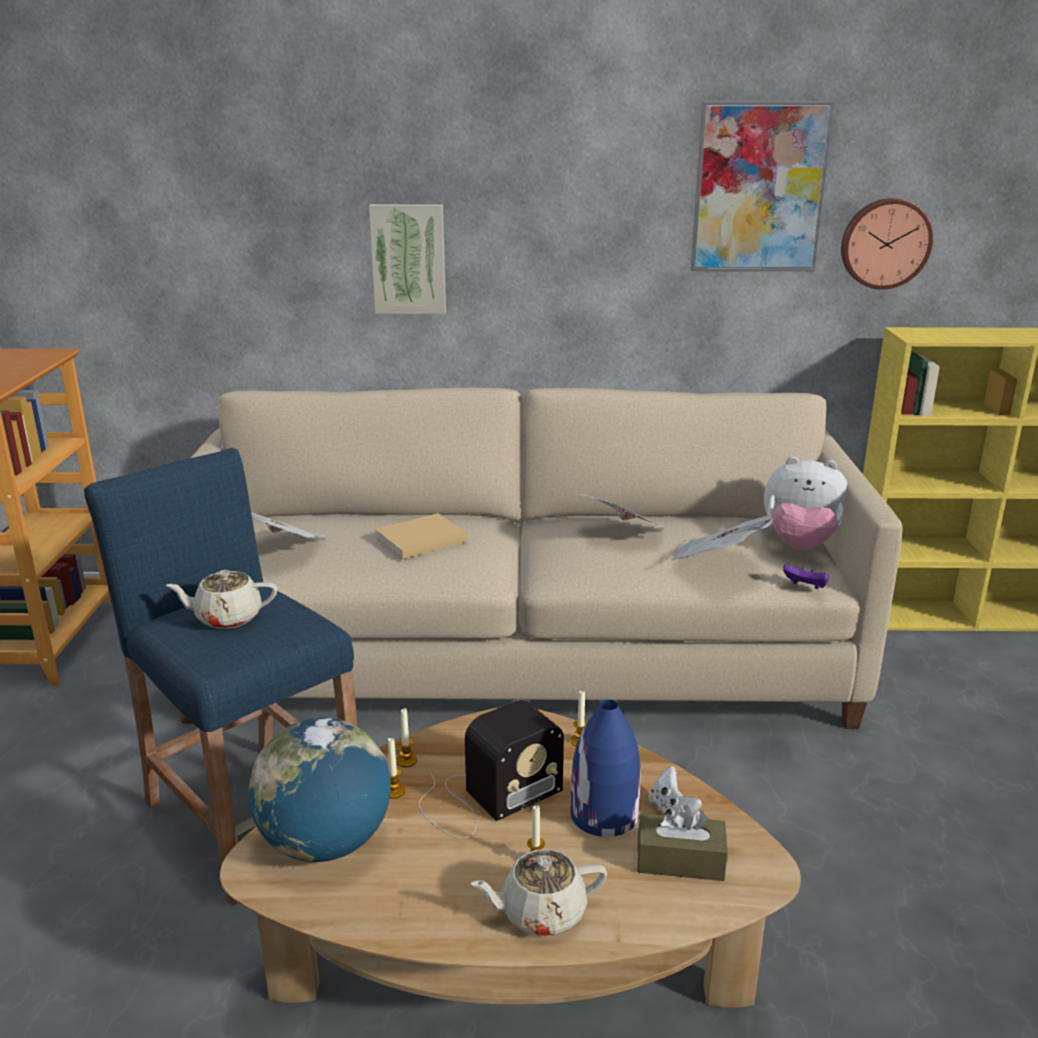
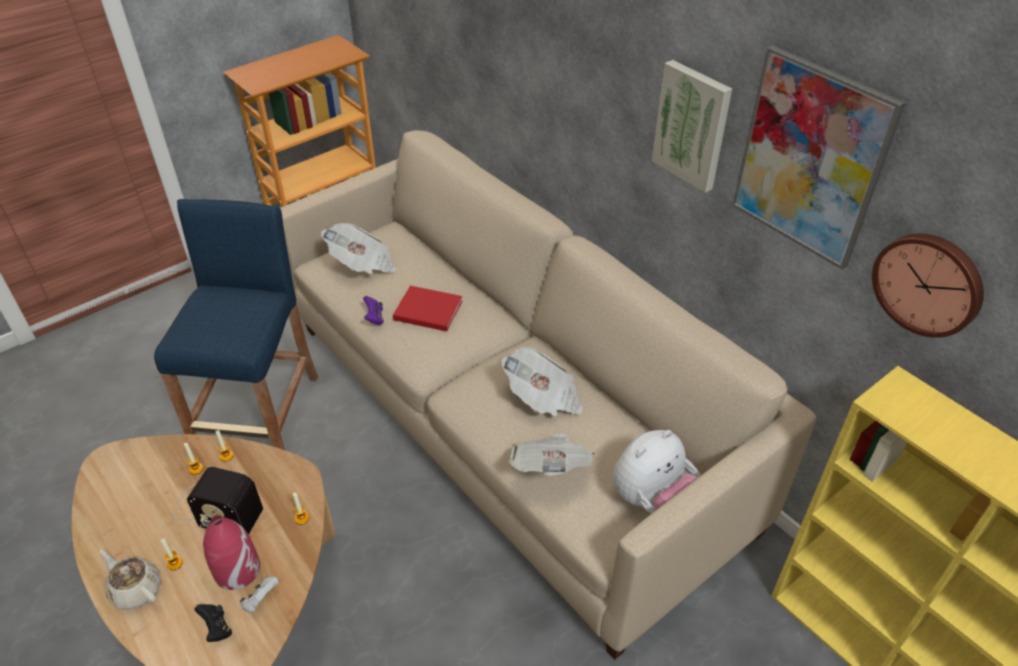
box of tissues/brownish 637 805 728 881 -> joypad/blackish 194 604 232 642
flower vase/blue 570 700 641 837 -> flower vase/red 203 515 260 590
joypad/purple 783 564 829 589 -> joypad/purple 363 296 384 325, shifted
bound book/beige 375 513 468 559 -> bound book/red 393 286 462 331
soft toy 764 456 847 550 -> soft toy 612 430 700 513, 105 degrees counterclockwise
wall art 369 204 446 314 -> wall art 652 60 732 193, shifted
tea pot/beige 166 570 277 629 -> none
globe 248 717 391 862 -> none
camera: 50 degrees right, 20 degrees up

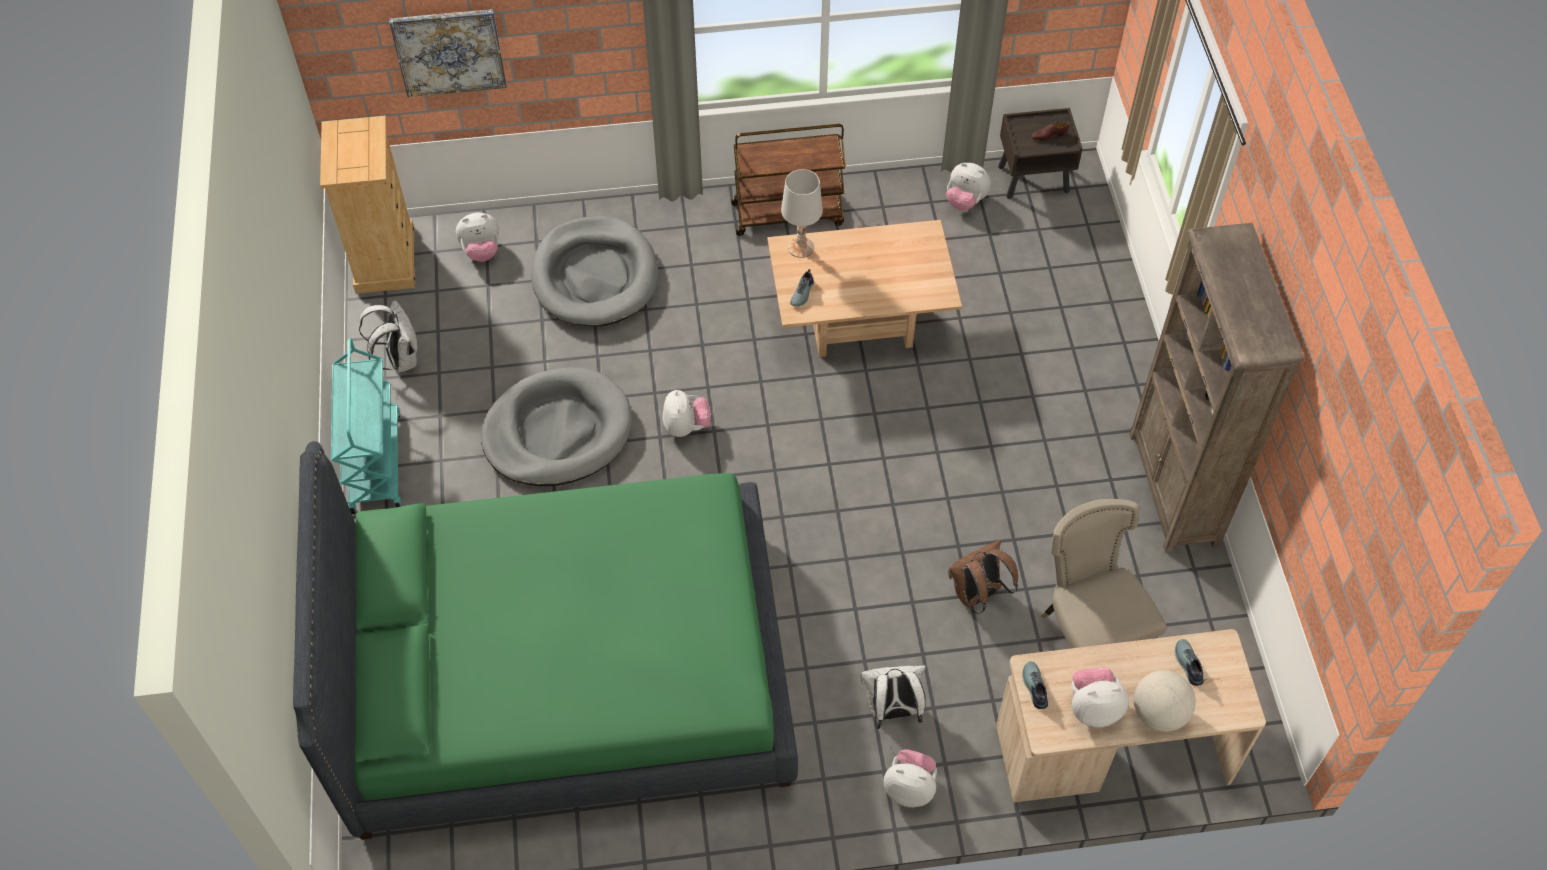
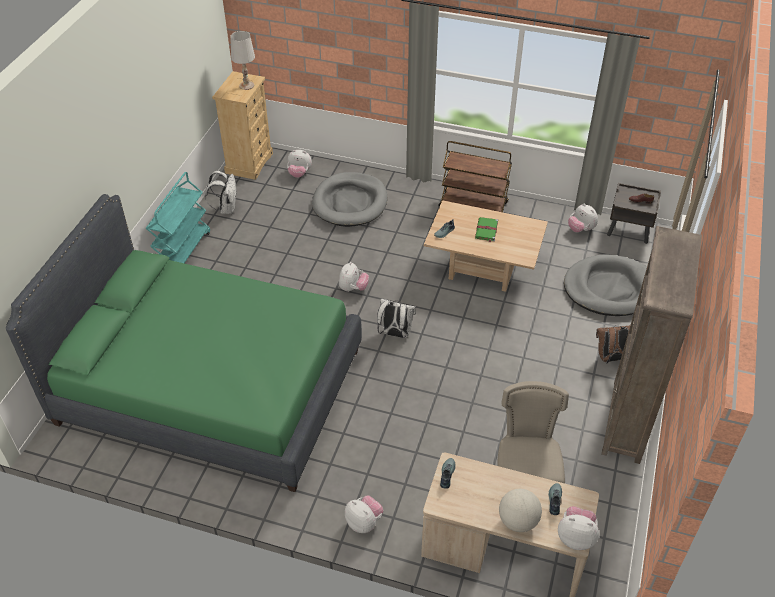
tabletop lamp/white-coloured 781 169 823 258 -> tabletop lamp/white-coloured 230 31 255 90, shifted
backpack/white-coloured 861 665 926 729 -> backpack/white-coloured 377 299 416 338, shifted
none -> bound book/greenish 475 217 498 243
soft toy 1072 667 1129 727 -> soft toy 558 506 599 550, shifted
dog cushion/grey 481 367 632 486 -> dog cushion/grey 564 255 647 316, shifted
backpack/brownish 949 540 1018 614 -> backpack/brownish 596 325 630 363, shifted
wall art 389 9 507 97 -> none
camera: 25 degrees right, 10 degrees down

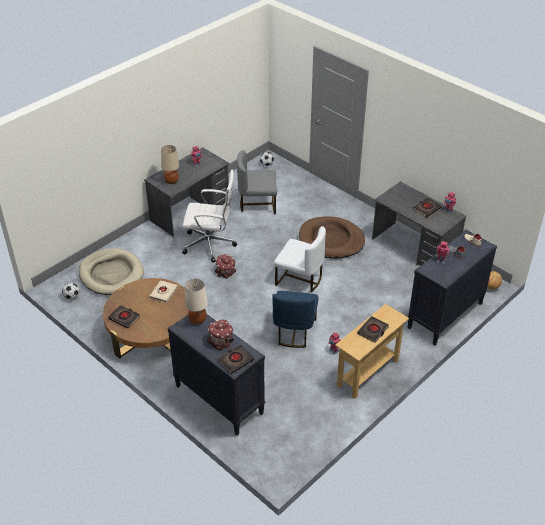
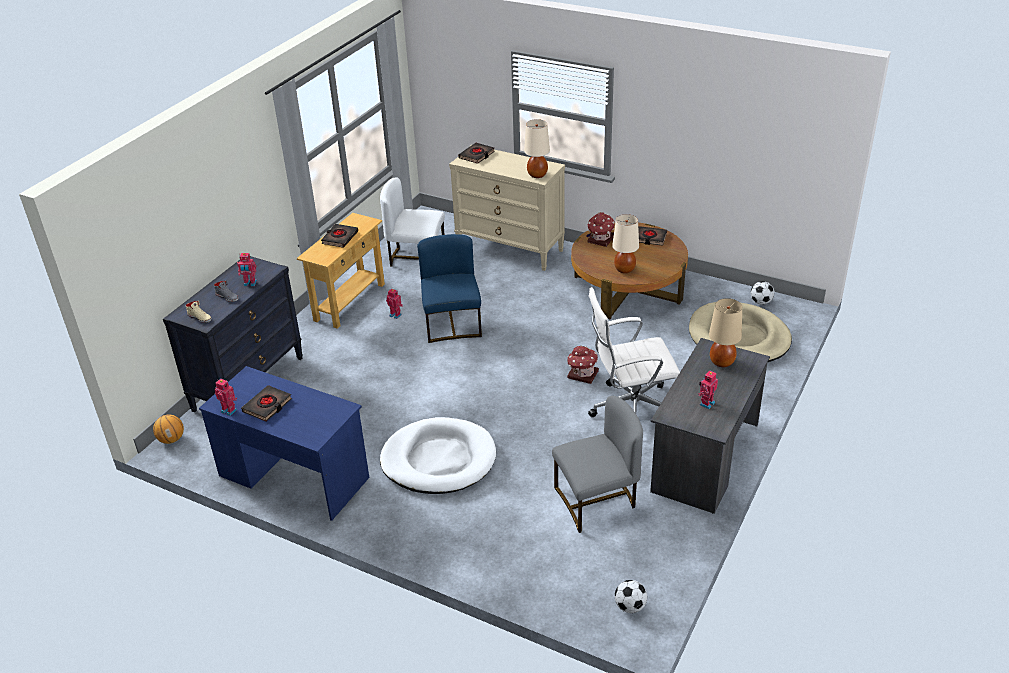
desk table/grey 372 182 466 266 -> desk table/blue 199 366 369 521
plain chair/white-coloured 274 226 326 292 -> plain chair/white-coloured 380 177 445 267, shifted
dog cushion/brownish 299 216 365 259 -> dog cushion/white-coloured 380 417 496 494
chest of drawers/blackish 168 314 265 436 -> chest of drawers/beige 449 146 565 271
miniature house 207 319 234 351 -> miniature house 587 212 615 247, shifted
bound book/beige 150 280 178 303 -> tabletop lamp/beige 612 214 639 273
camera: 165 degrees right, 5 degrees down

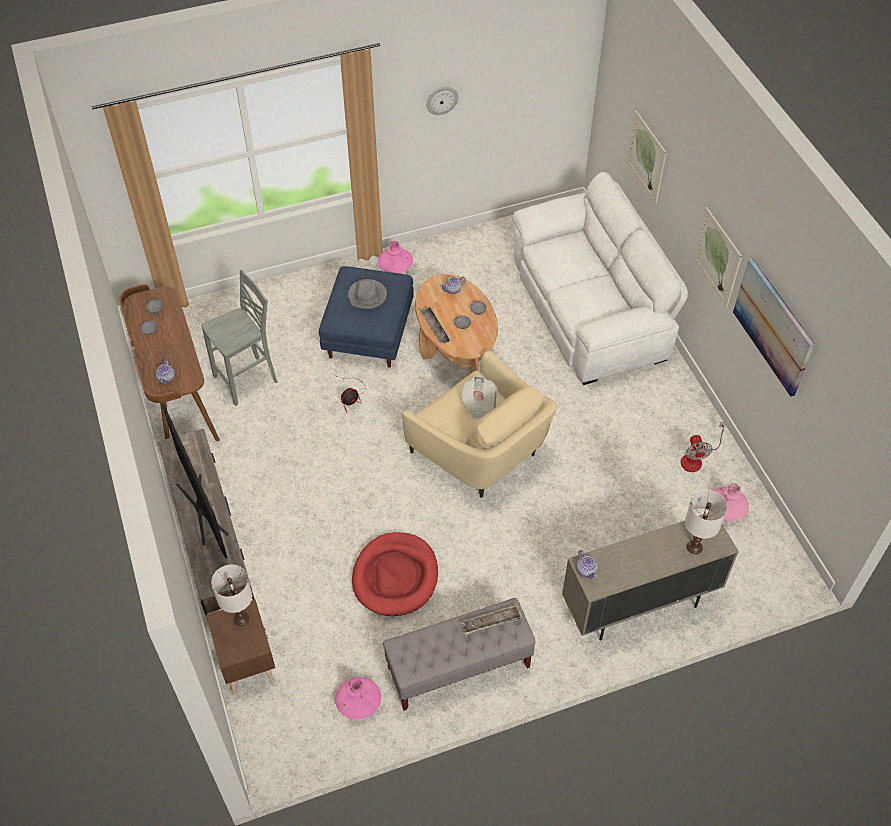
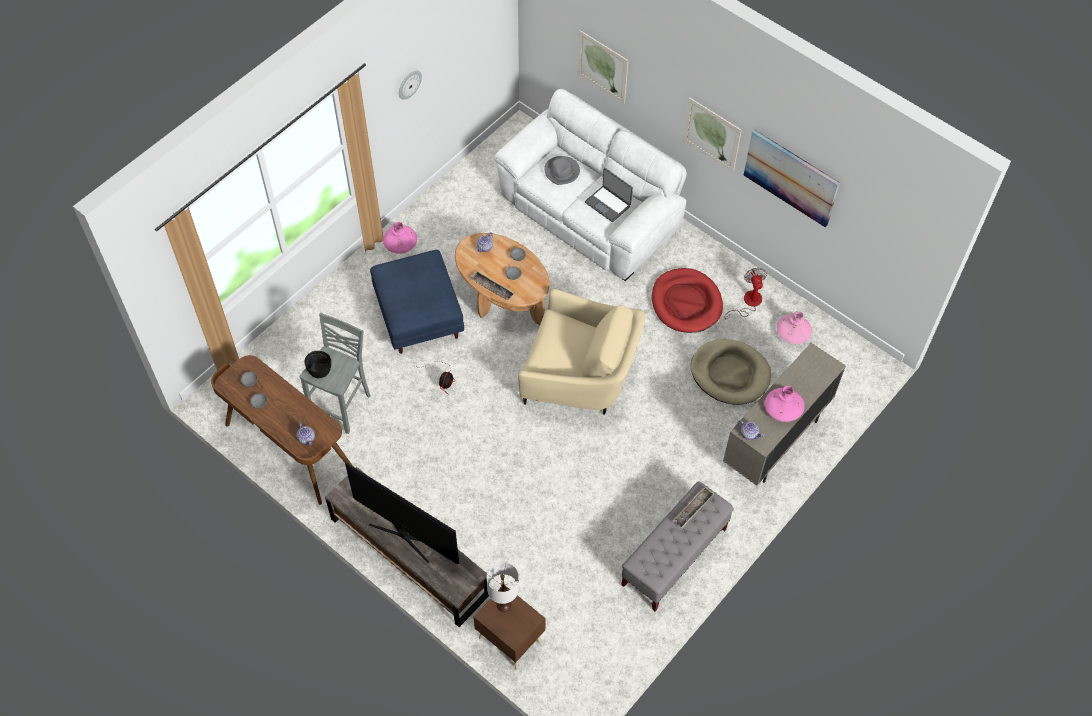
none -> bowl/blackish 304 351 331 378
clothing hat/grey 348 279 387 309 -> clothing hat/grey 544 156 580 185, shifted
none -> portable computer 585 168 633 222
dog cushion/red 352 532 438 616 -> dog cushion/red 652 268 723 333, shifted
none -> dog cushion/beige 691 339 771 405
cooling fan 681 422 726 472 -> cooling fan 724 268 767 319, 150 degrees counterclockwise
flower vase/pink 335 677 381 720 -> flower vase/pink 765 386 805 422, shifted
printed paper 461 375 498 420 -> none
tabletop lamp/white-coloured 685 490 727 554 -> none
camera: 30 degrees left, 5 degrees up

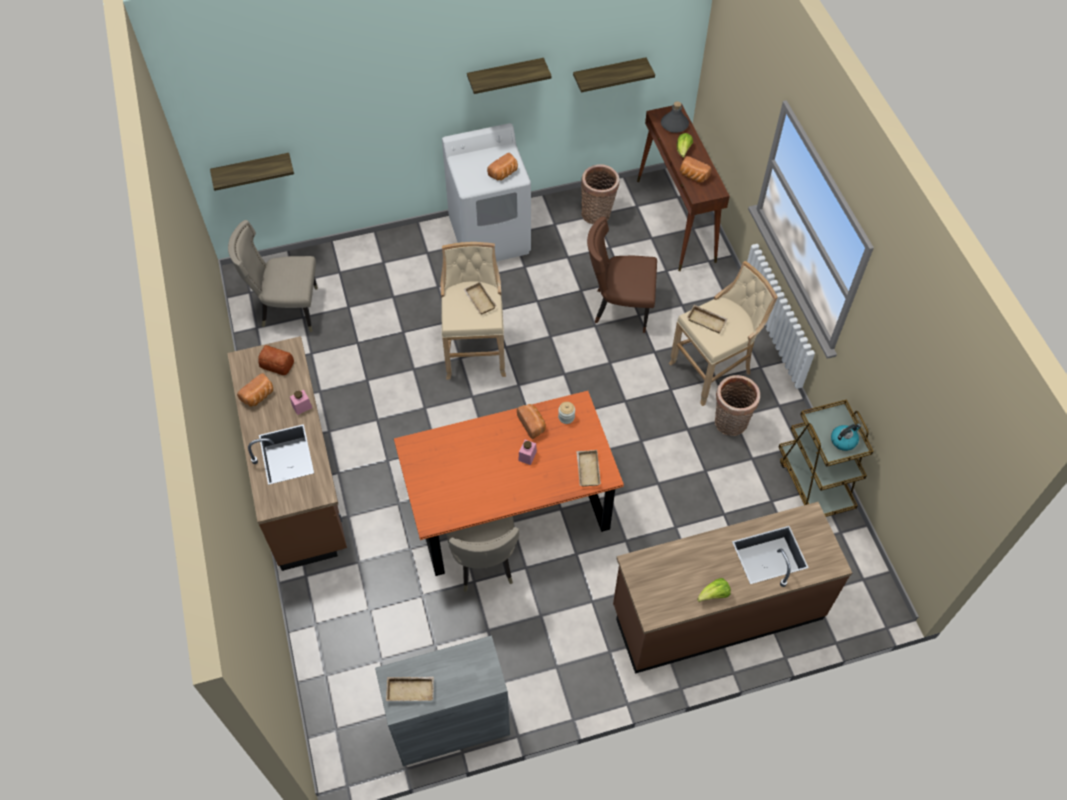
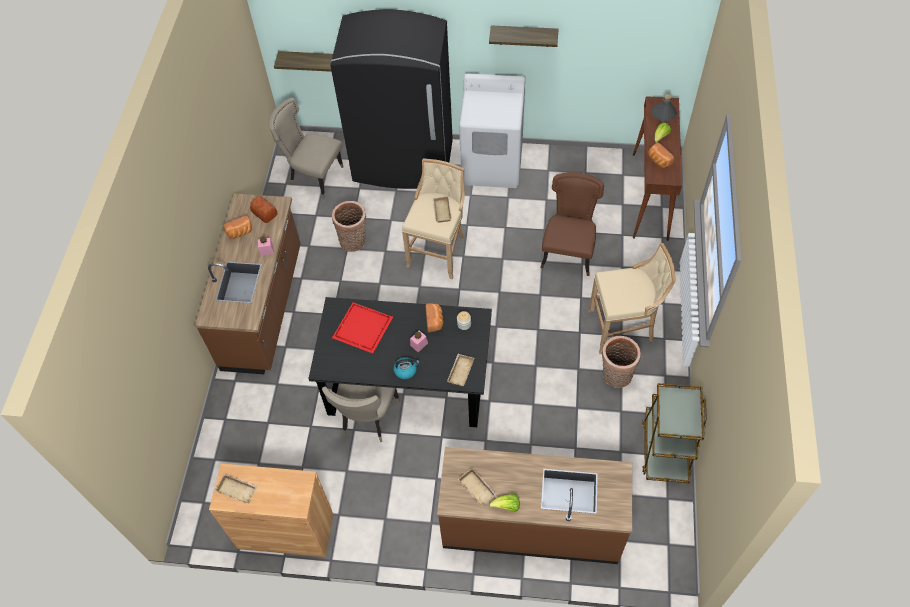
cabinet/grey 375 635 510 766 -> cabinet/brownish 209 463 333 557
dining table/orange 394 391 624 576 -> dining table/blackish 308 297 492 427
none -> kitchen fridge/blackish 330 9 453 189
basket 581 164 620 224 -> basket 332 201 366 252, shifted
none -> carrying tray/red 332 302 393 353
kettle 831 424 861 451 -> kettle 393 357 420 379, shifted
carrying tray/beige 687 305 728 333 -> carrying tray/beige 458 468 497 506, shifted
plain chair/brownish 587 217 657 333 -> plain chair/brownish 541 172 604 276, 75 degrees clockwise
bread 487 153 518 180 -> none
wall shelf 573 57 655 93 -> none
camera: 25 degrees right, 0 degrees up

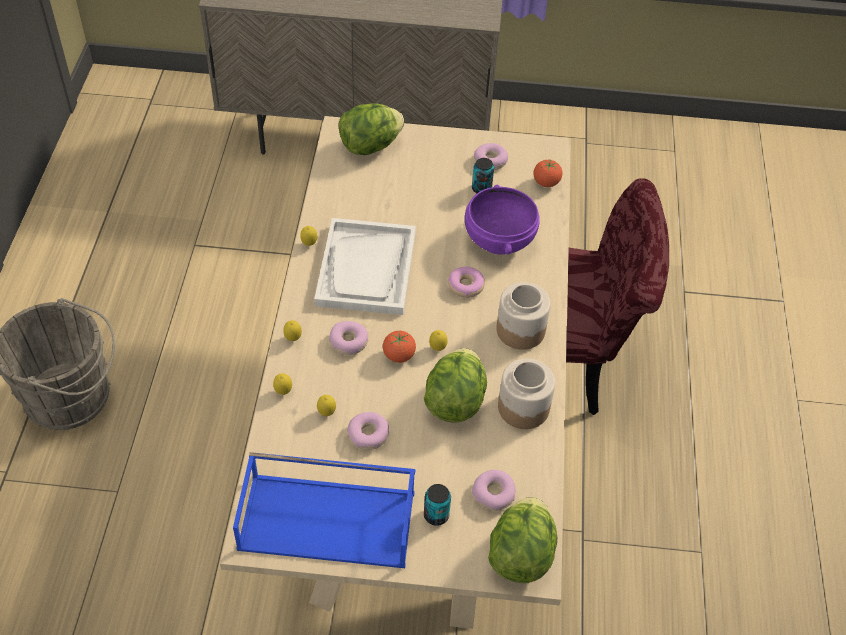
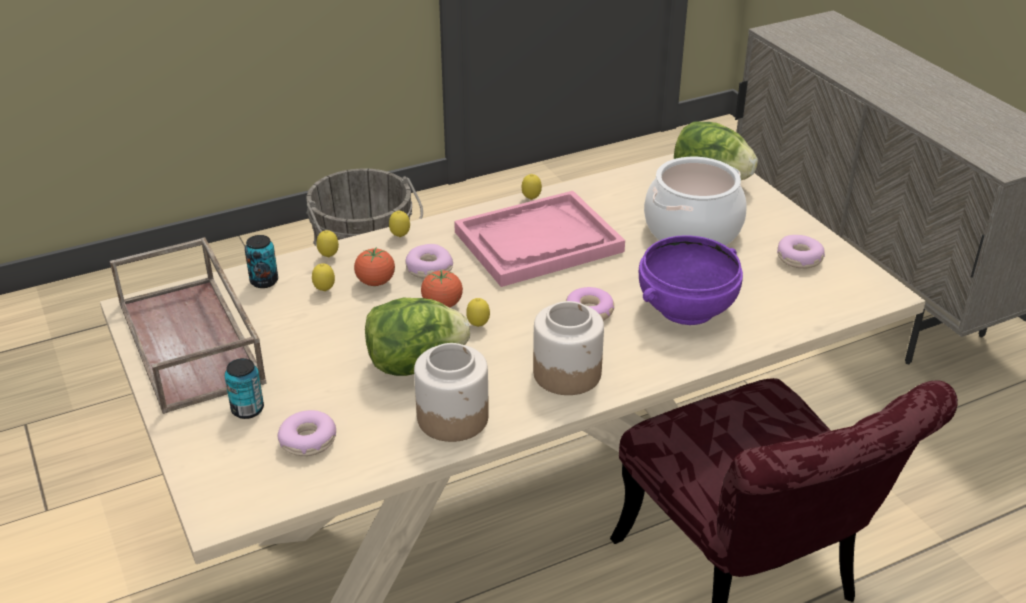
carrying tray/blue 233 452 415 568 -> carrying tray/brownish 110 237 267 414
can 472 158 494 193 -> can 245 235 278 288, shifted
tomato 533 160 562 187 -> tomato 354 247 395 286, shifted
carrying tray/white-coloured 314 218 416 315 -> carrying tray/pink 454 191 625 287
none -> cooking pot 644 157 746 246
donut 347 412 389 450 -> none
lettuce head 488 496 557 583 -> none
camera: 60 degrees right, 15 degrees down

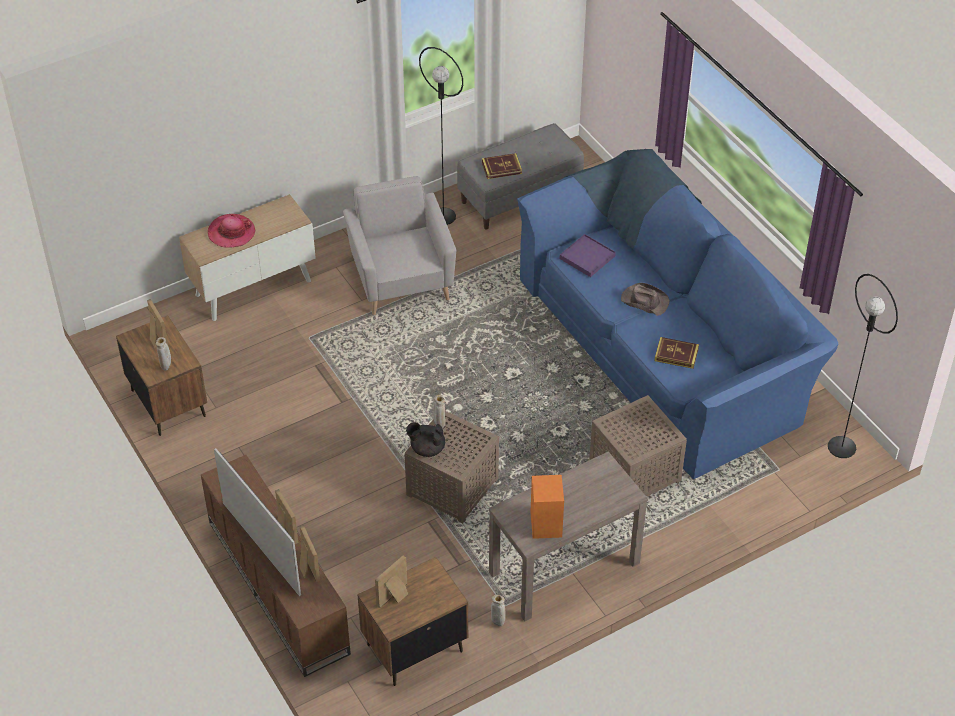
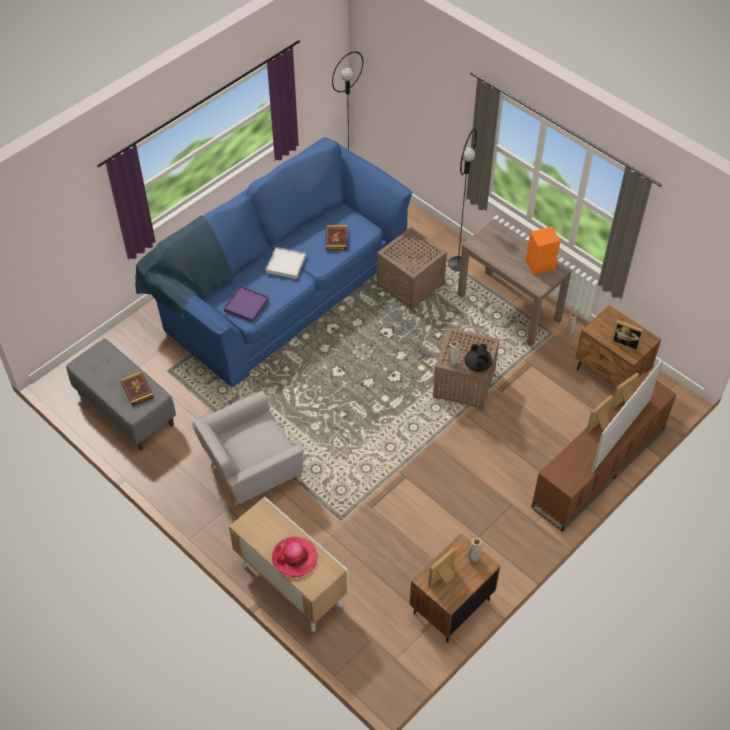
clothing hat/brownish 621 283 670 316 -> carrying tray/white-coloured 266 247 306 279
standard lamp/blackish 419 47 463 225 -> standard lamp/blackish 448 129 477 271, shifted
camera: 105 degrees left, 5 degrees up

